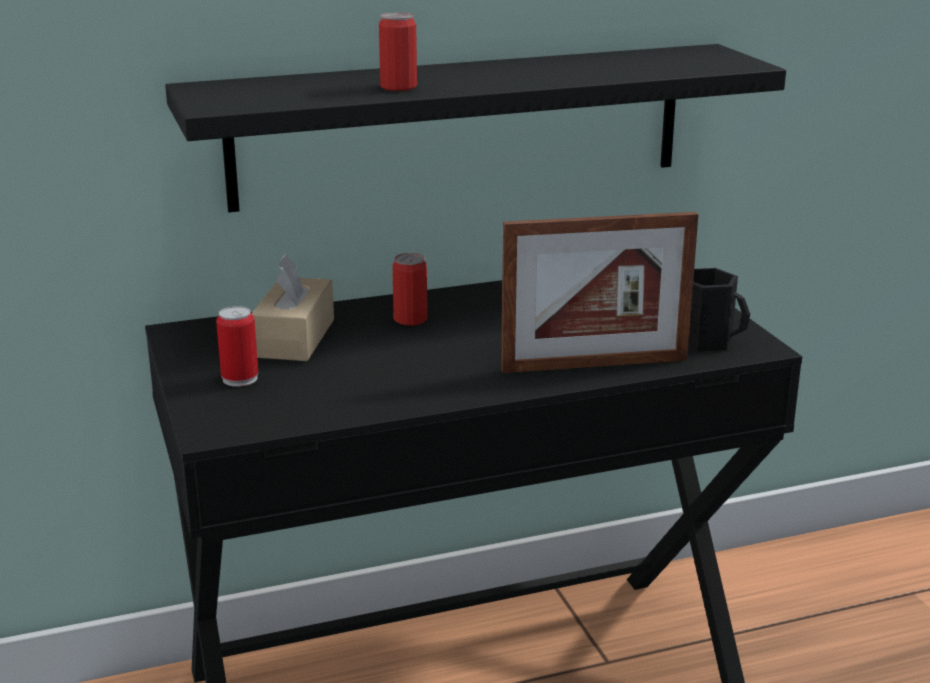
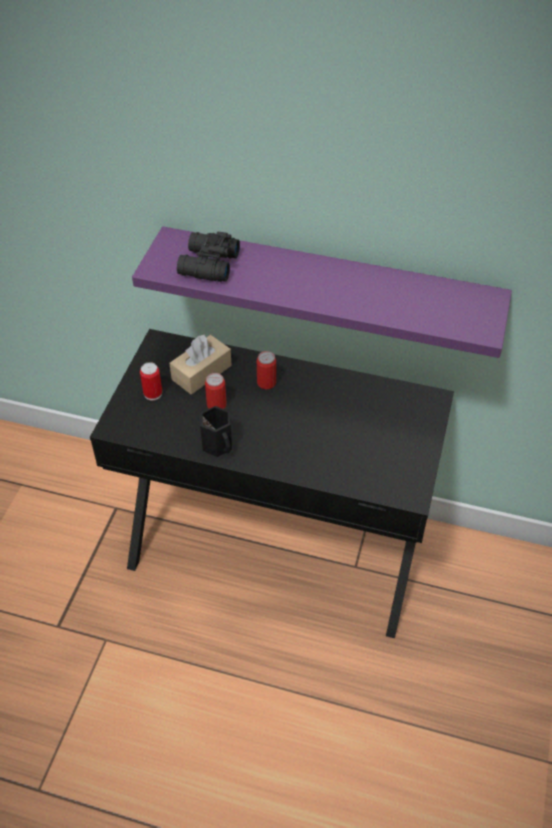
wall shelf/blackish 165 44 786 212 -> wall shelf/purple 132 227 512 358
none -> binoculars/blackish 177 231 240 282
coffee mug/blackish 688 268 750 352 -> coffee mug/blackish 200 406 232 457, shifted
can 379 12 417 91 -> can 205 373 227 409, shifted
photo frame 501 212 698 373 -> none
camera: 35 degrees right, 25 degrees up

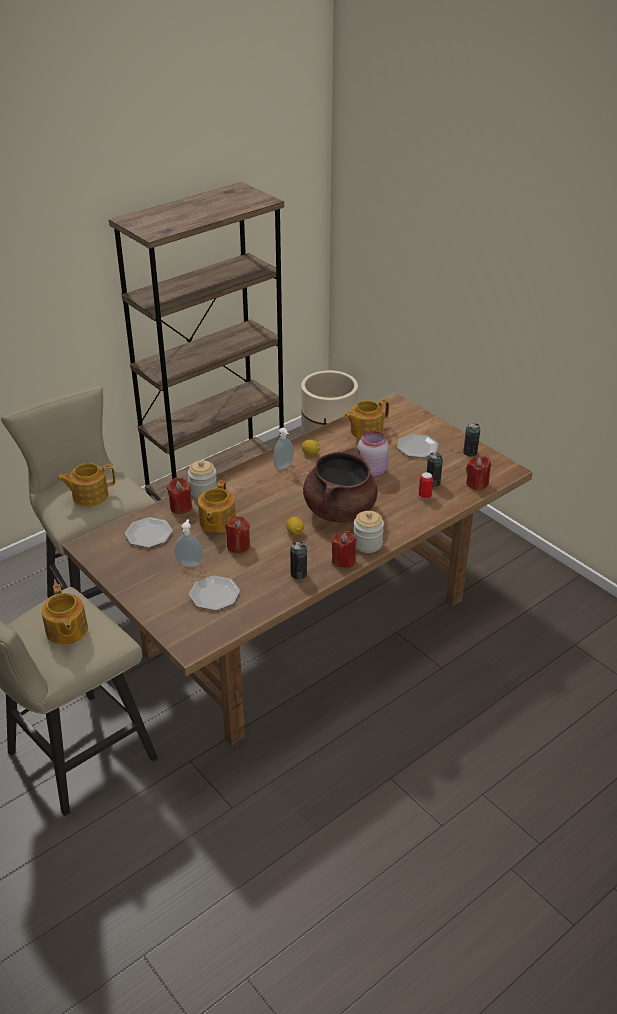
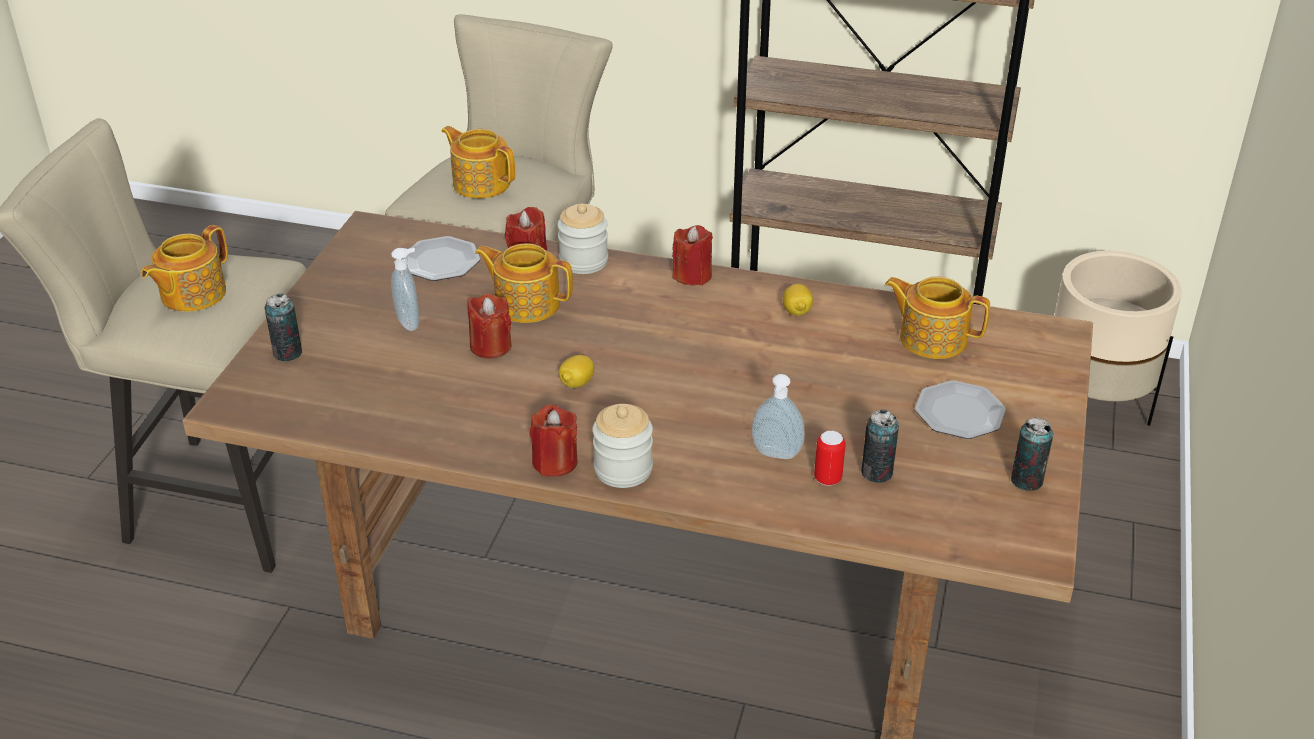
can 290 542 307 579 -> can 265 293 302 361, shifted
tea pot 198 480 236 533 -> tea pot 475 243 573 323, 45 degrees clockwise
candle/red 466 456 491 490 -> candle/red 672 225 713 286, shifted
soap bottle 273 428 294 470 -> soap bottle 752 374 805 459, shifted
plate 189 576 240 611 -> none
cooking pot/brownish 303 448 378 523 -> none
preserve jar/pink 357 431 389 477 -> none
camera: 55 degrees right, 0 degrees up

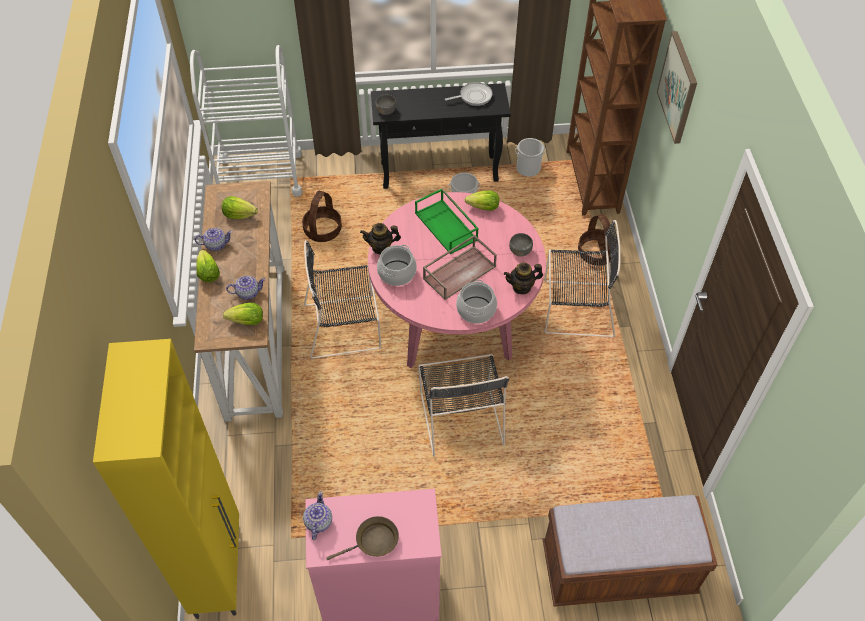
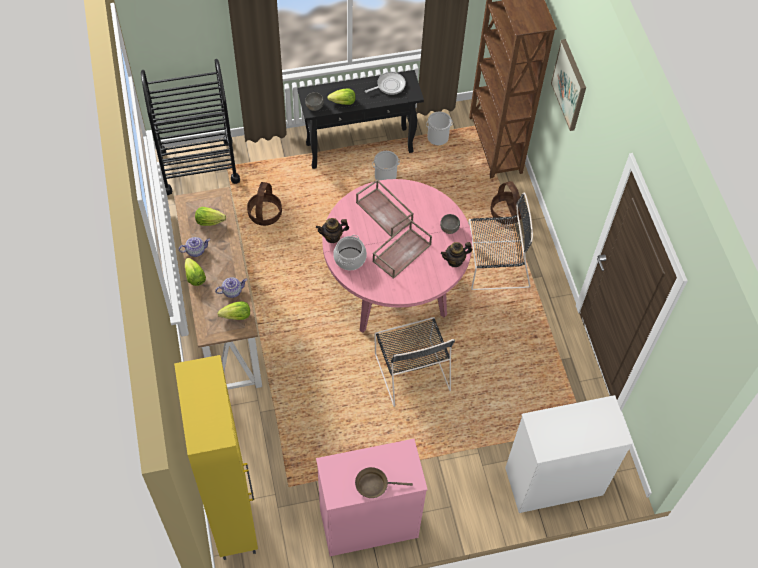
cart/white-coloured 190 45 302 197 -> cart/blackish 141 59 240 195
lettuce head 465 191 499 211 -> lettuce head 327 88 356 105, shifted
frying pan/brownish 326 516 399 560 -> frying pan/brownish 355 467 413 498, 150 degrees counterclockwise
carrying tray/greenish 415 188 479 254 -> carrying tray/brownish 356 179 414 237
long seat/brownish 542 495 717 607 -> chest of drawers/white-coloured 505 395 633 513
tea pot 303 491 332 540 -> none
plain chair/blackish 304 240 381 359 -> none
cooking pot 456 280 497 324 -> none
camera: 10 degrees left, 5 degrees up

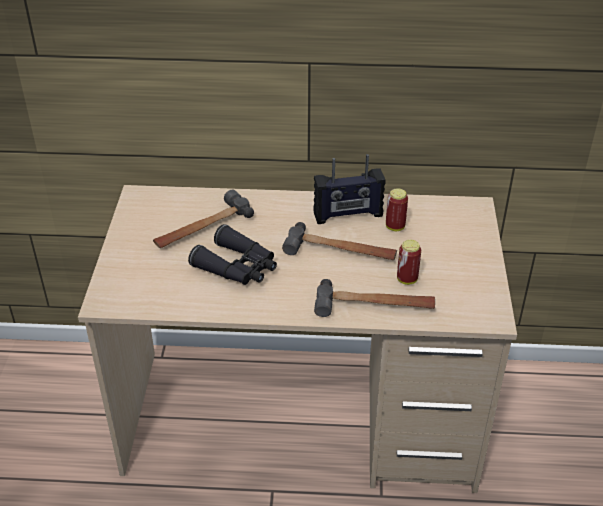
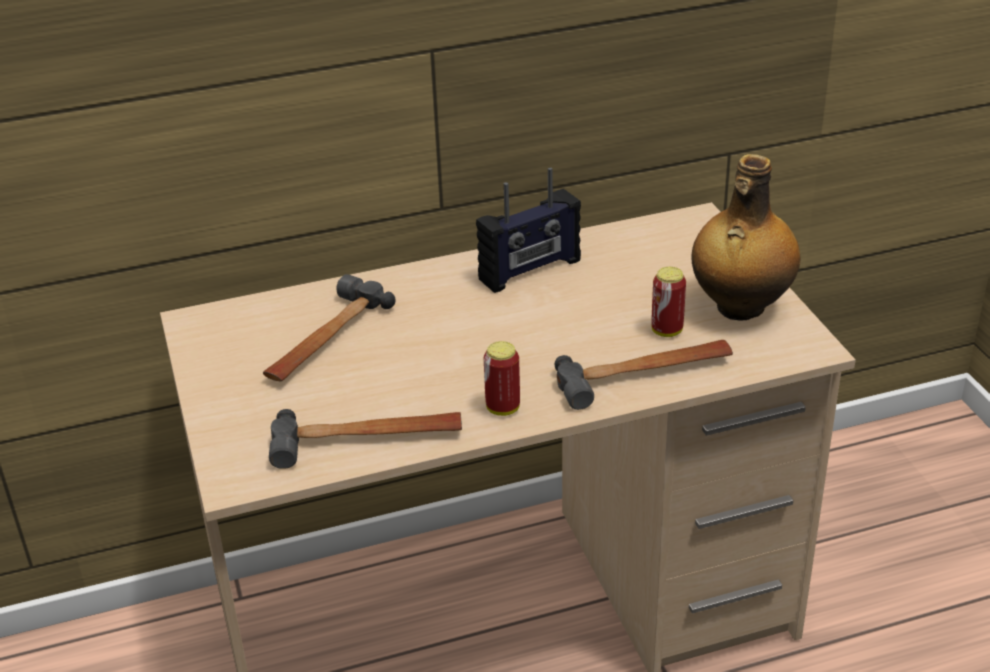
tool hammer 282 222 397 260 -> tool hammer 269 409 462 469, shifted
can 386 188 408 231 -> can 484 341 520 416, shifted
none -> beverage bottle 691 154 800 321
binoculars/blackish 188 224 277 285 -> none
camera: 20 degrees left, 5 degrees down

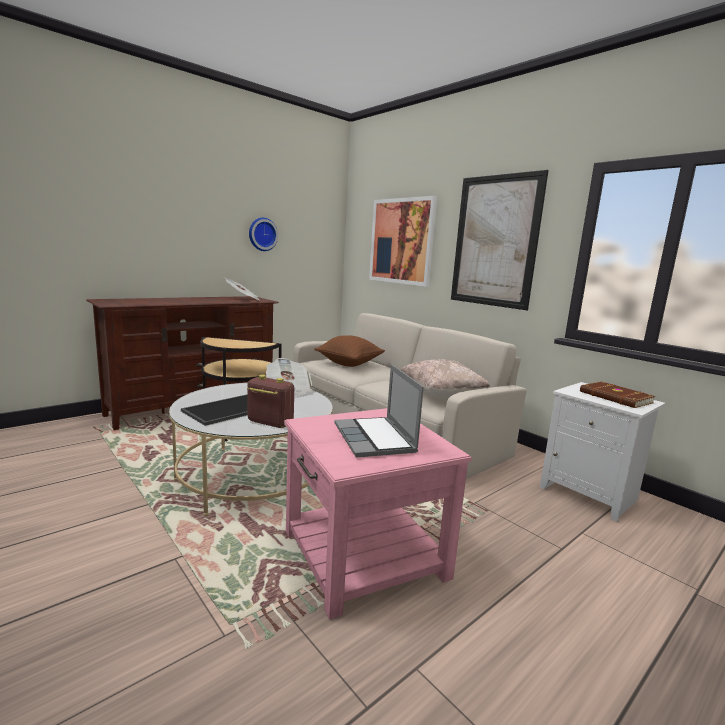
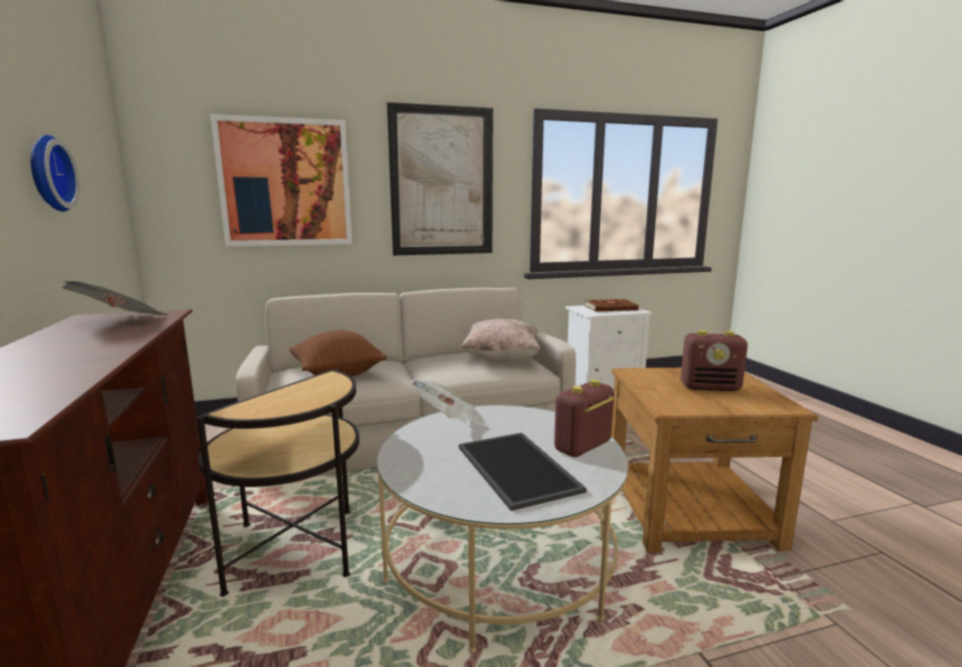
accent table/pink 284 408 472 620 -> accent table/brownish 611 368 819 552
portable computer 334 364 424 458 -> radio 681 330 748 391
camera: 65 degrees left, 0 degrees up

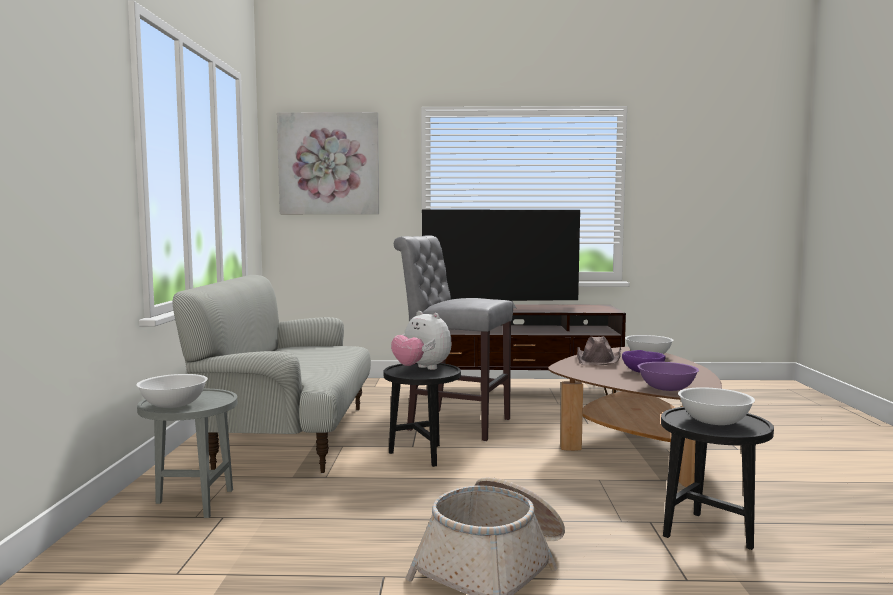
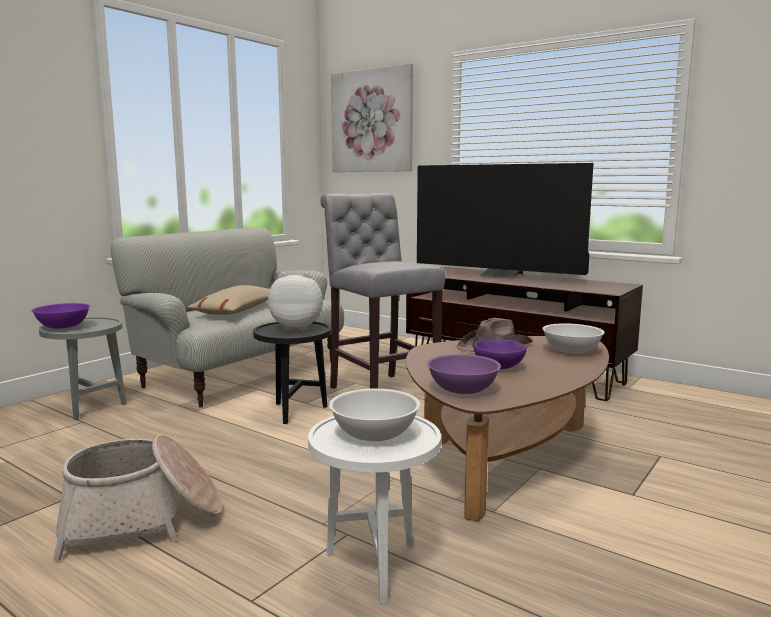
bowl/white-coloured 136 374 208 408 -> bowl/purple 31 303 90 329
none -> cushion/beige 187 285 270 315
soft toy 391 311 452 370 -> soft toy 268 272 323 331, 105 degrees clockwise
accent table/blackish 661 407 774 550 -> accent table/white-coloured 308 415 441 604
camera: 35 degrees right, 5 degrees up

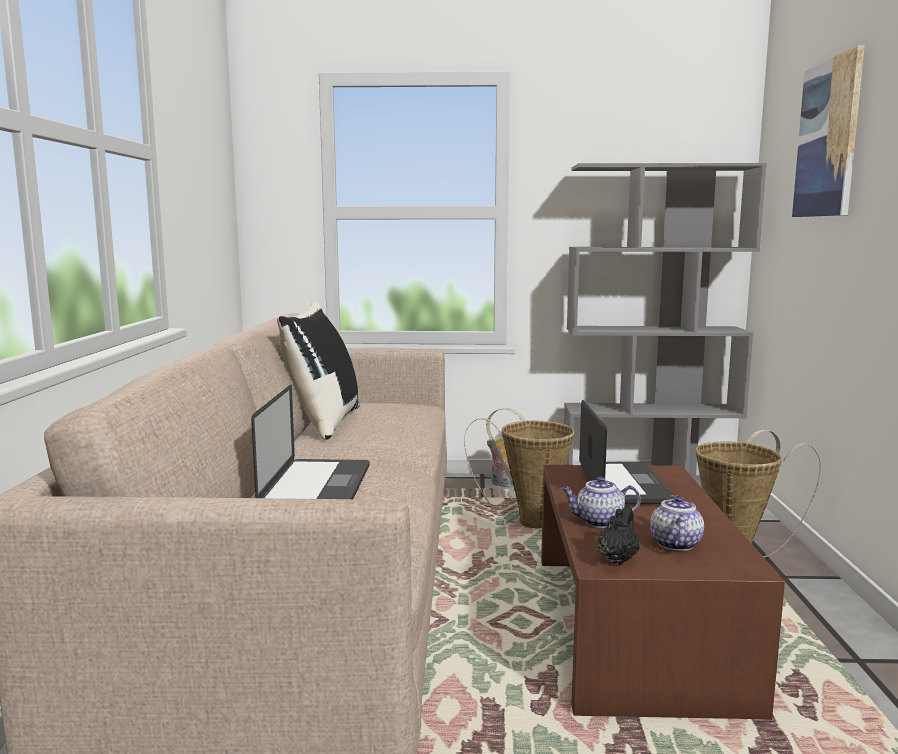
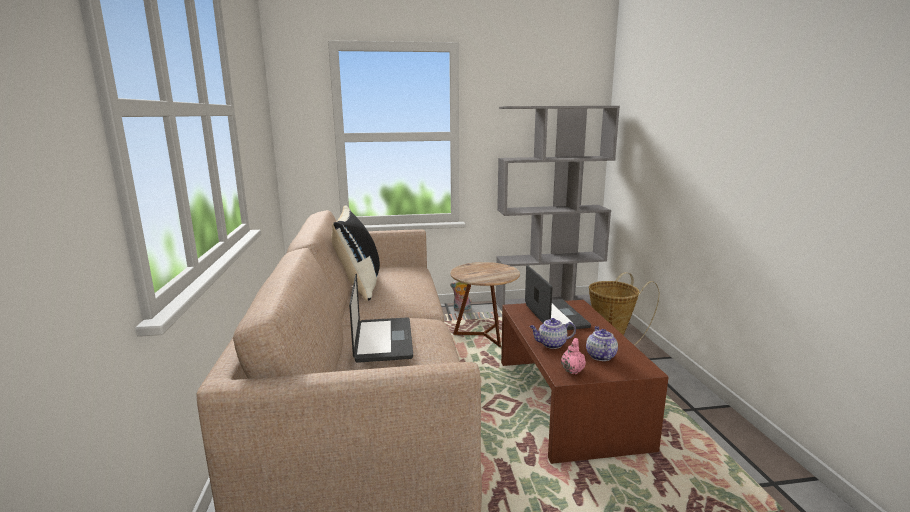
basket 464 408 575 528 -> accent table/brownish 450 262 520 347
tea pot/blackish 598 506 640 565 -> tea pot/pink 561 338 586 374
wall art 792 45 865 217 -> none
camera: 10 degrees left, 5 degrees up

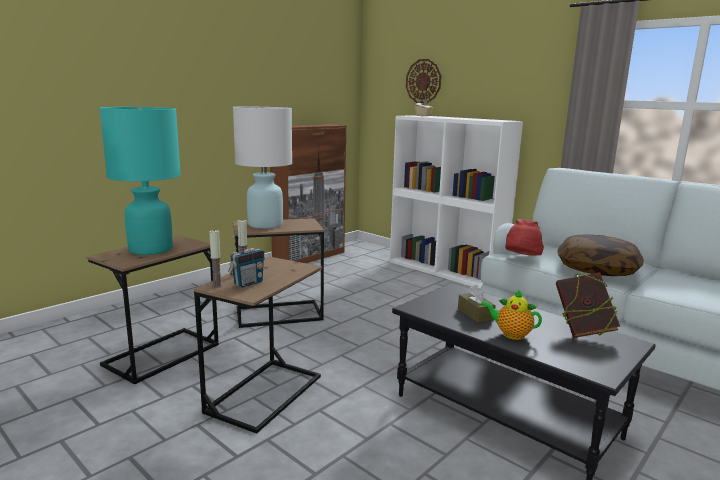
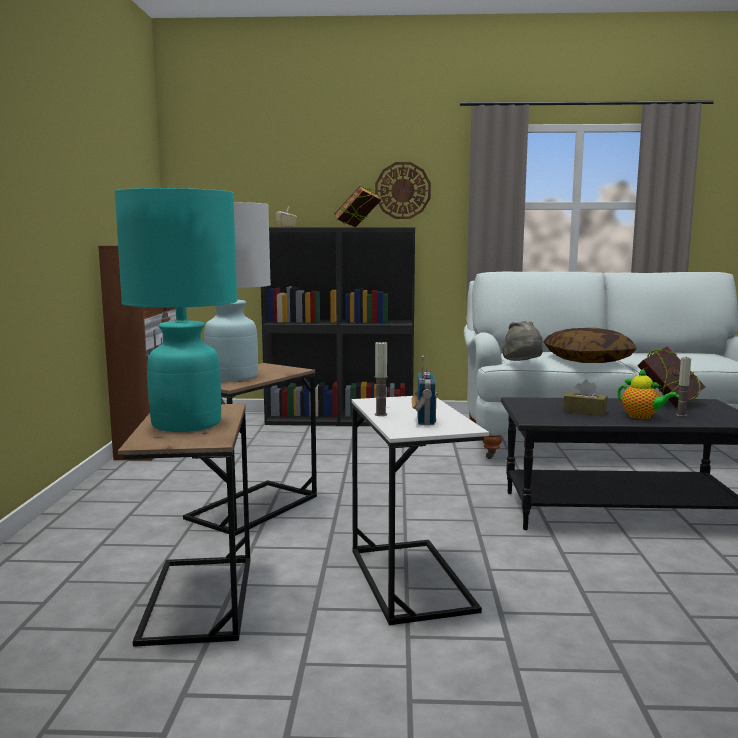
shelving unit/white-coloured 390 115 523 289 -> shelving unit/blackish 261 228 415 426
none -> bound book 334 186 381 228
accent table/brownish 194 256 322 434 -> accent table/white-coloured 352 396 489 625
wall clock 406 59 441 104 -> wall clock 375 162 431 219, shifted
clothing hat/red 505 219 544 256 -> clothing hat/grey 502 321 543 361
tea pot 480 290 542 340 -> tea pot 618 369 679 419, 120 degrees counterclockwise
candle 209 230 222 288 -> candle 676 356 691 417, shifted
camera: 40 degrees left, 5 degrees down

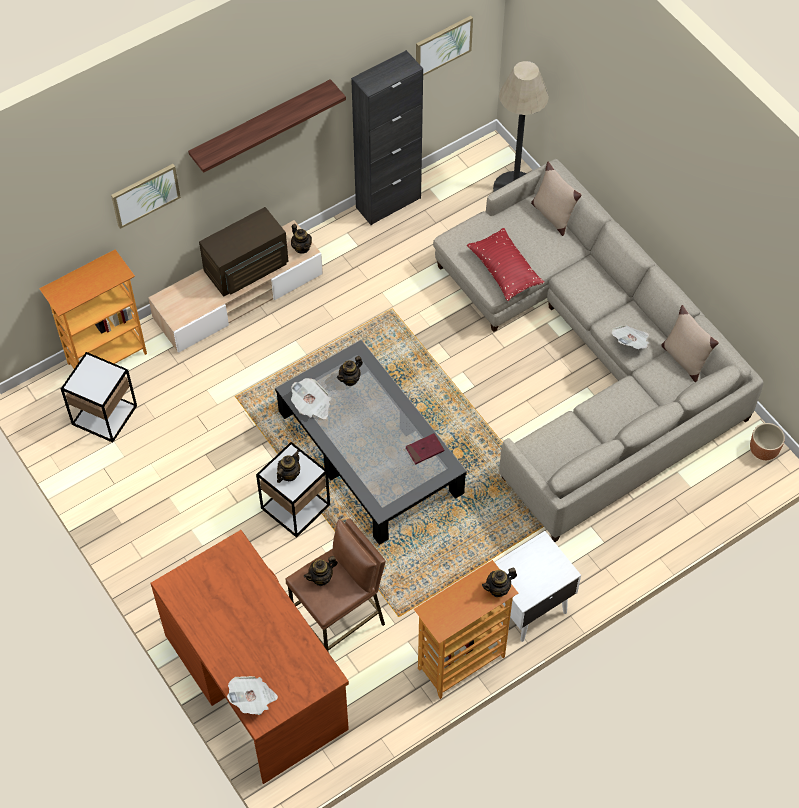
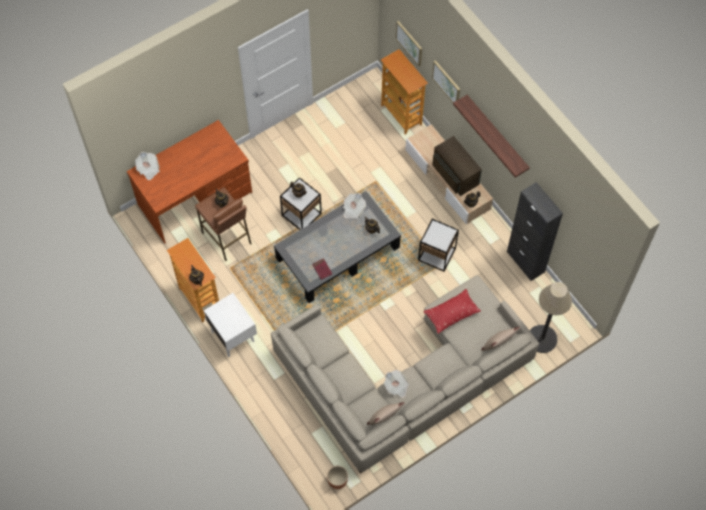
wall art 416 16 473 76 -> wall art 396 21 422 66, shifted
accent table 61 352 137 443 -> accent table 418 219 459 272, shifted
camera: 90 degrees right, 5 degrees up

